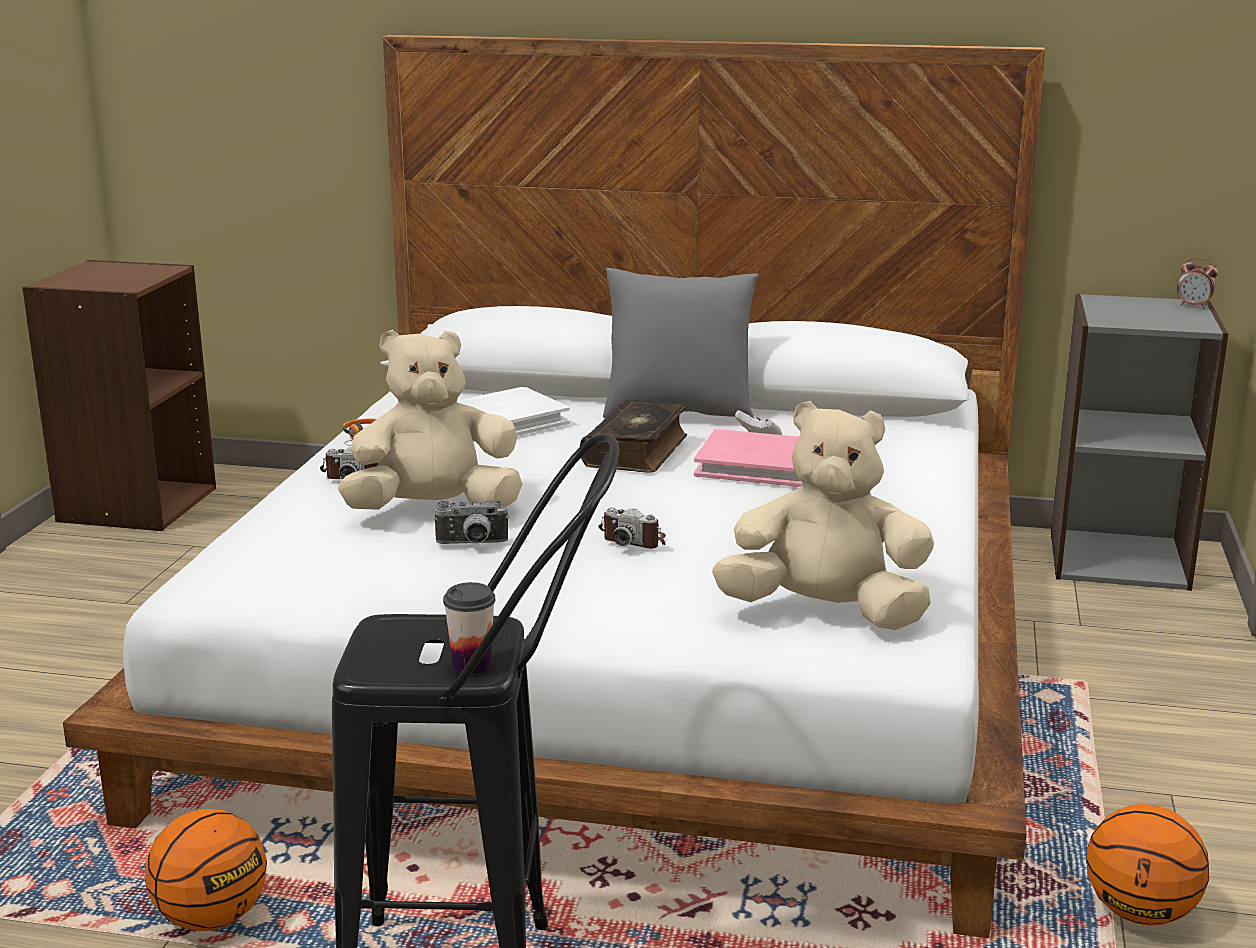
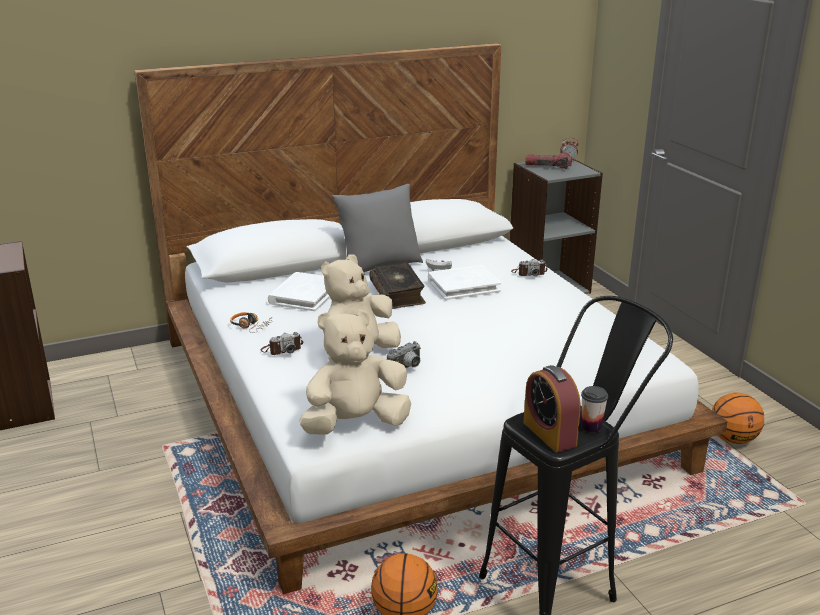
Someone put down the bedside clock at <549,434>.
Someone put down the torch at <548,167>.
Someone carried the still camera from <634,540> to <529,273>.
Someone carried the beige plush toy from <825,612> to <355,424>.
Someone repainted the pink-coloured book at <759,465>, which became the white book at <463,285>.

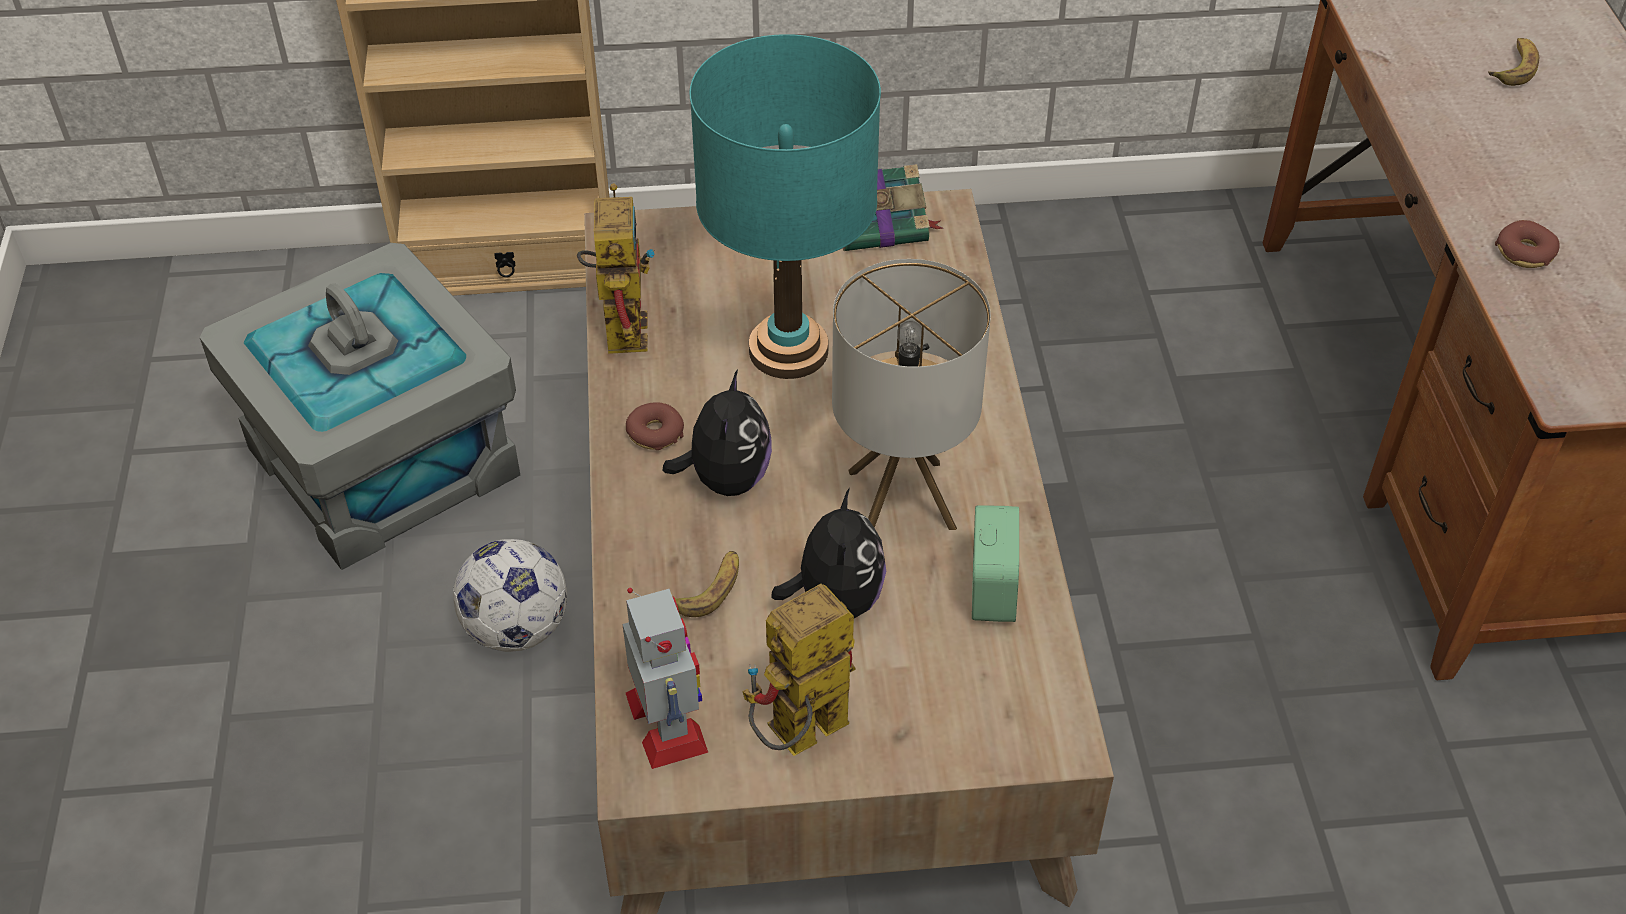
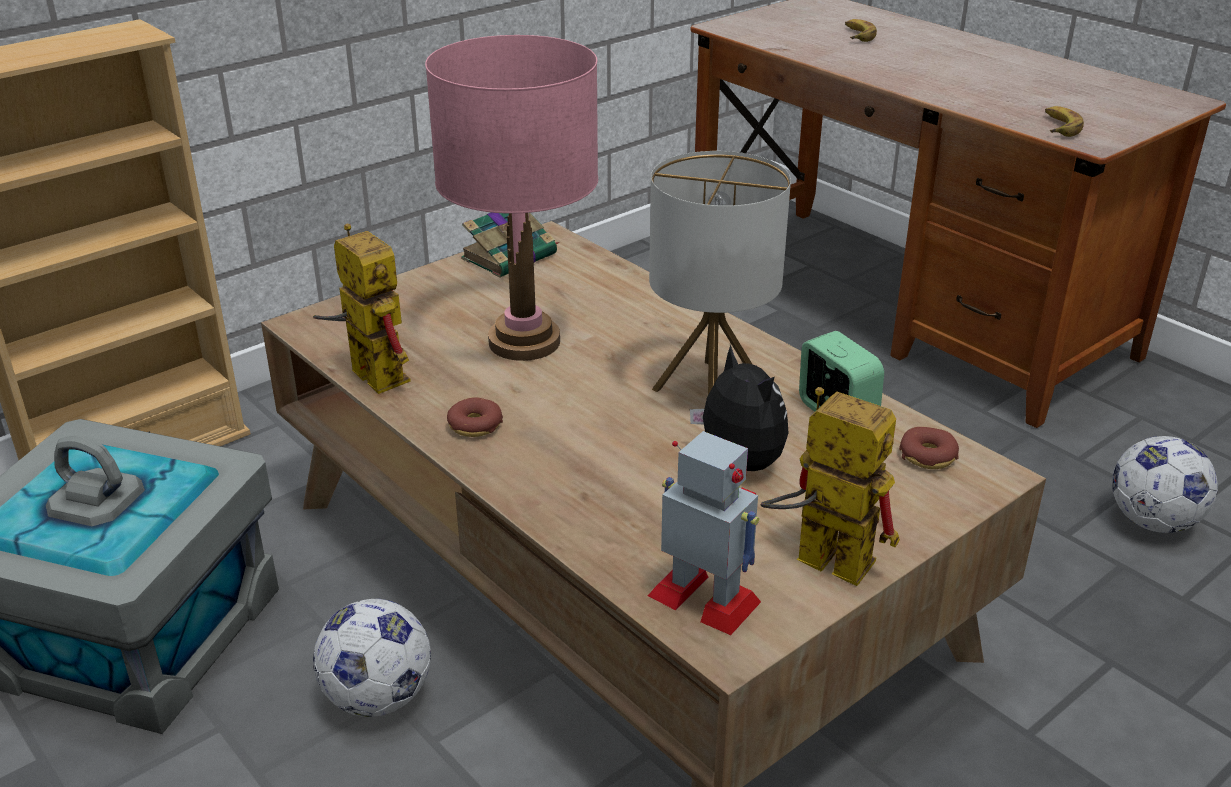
Someone took away the plush toy at <726,479>.
Someone put down the football at <1153,522>.
Someone carried the whole banana from <710,588> to <1058,127>.
Someone carried the doughnut from <1525,252> to <928,456>.
Someone repainted the blue-green lamp for a table at <788,350>, which became the pink-coloured lamp for a table at <524,342>.
Someone rotated the toy robot at <799,739> by 105 degrees clockwise.

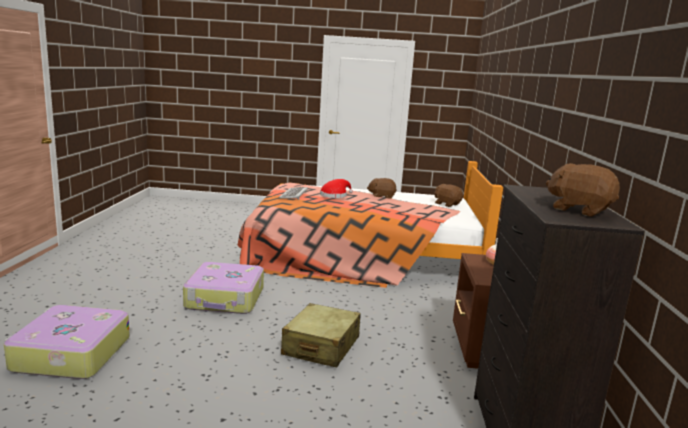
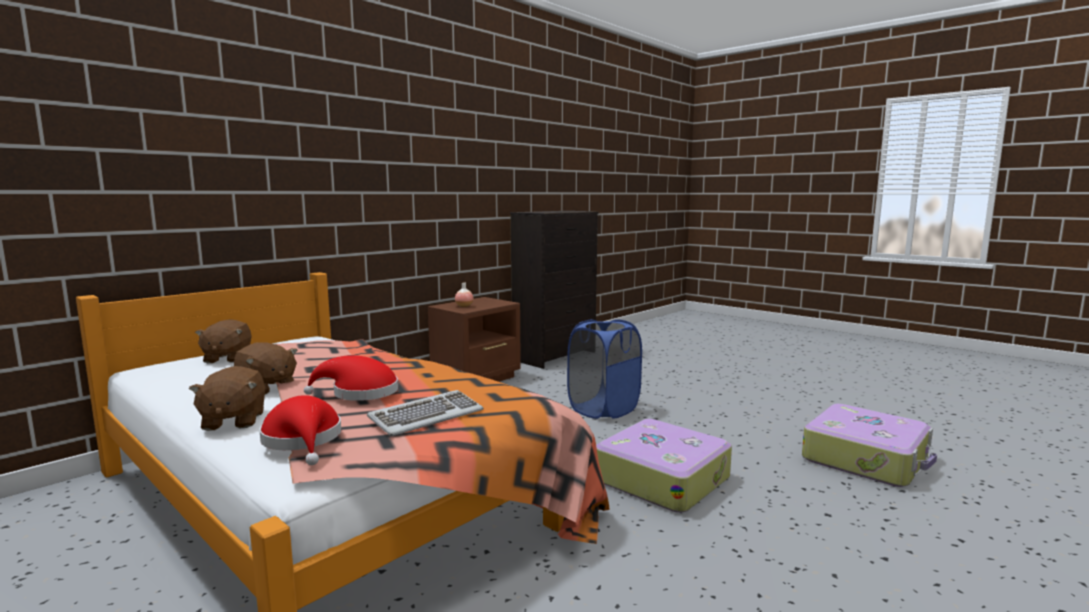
Someone put down the red clothing hat at <303,440>.
Someone carried the brown plush toy from <579,210> to <233,421>.
Someone swapped the beige travel case at <321,346> for the blue-coloured laundry basket at <603,409>.

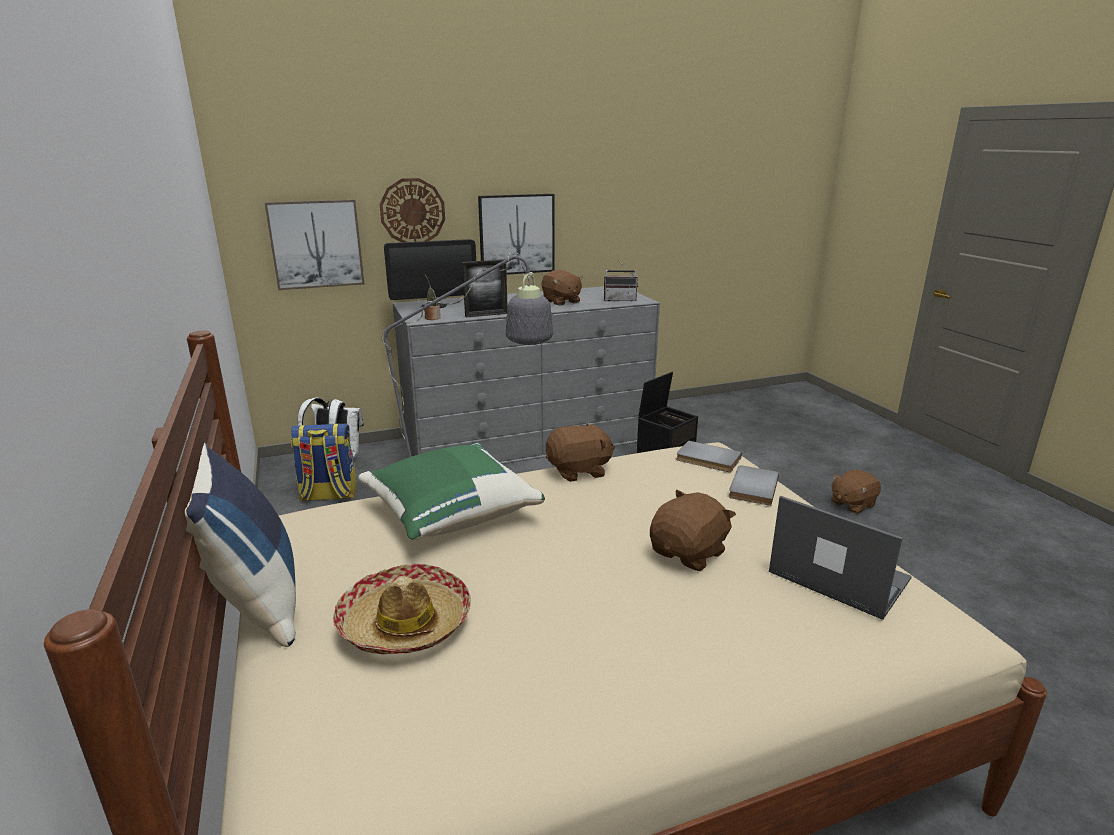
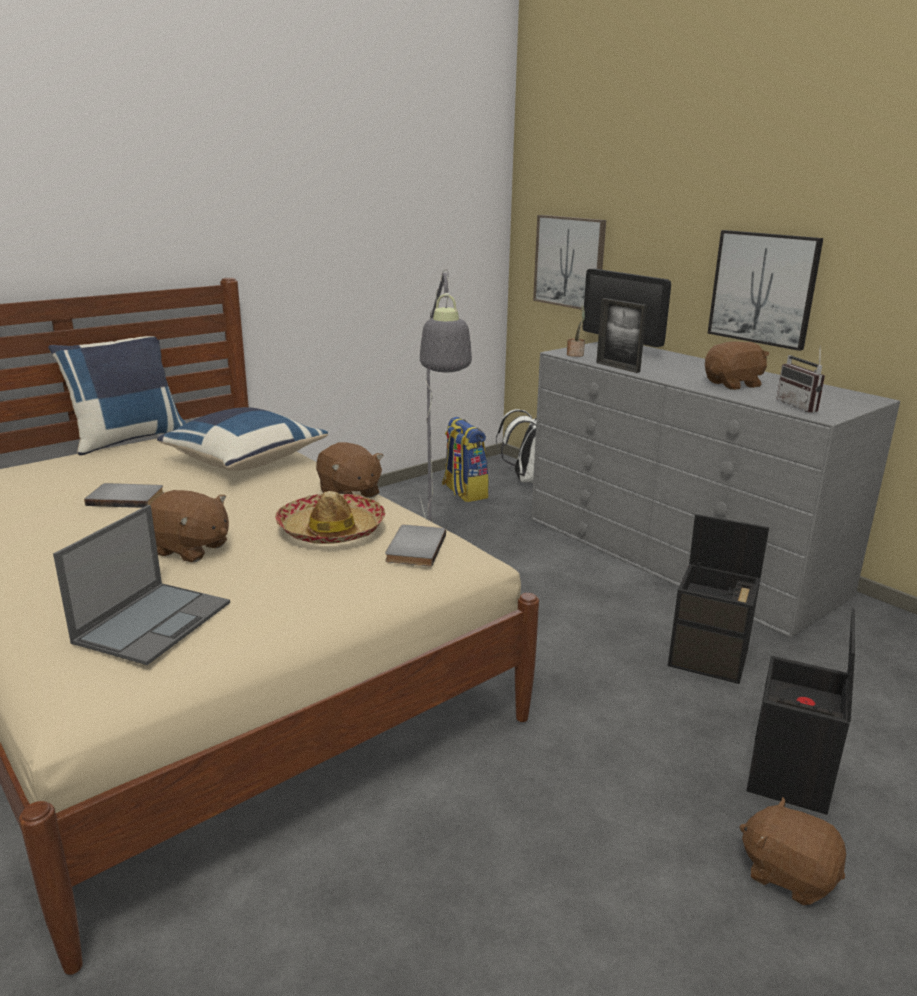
Someone took away the hanging clock at <412,212>.
Someone put down the black-coloured storage bin at <790,777>.
Someone carried the clothing hat from <405,623> to <331,530>.
Someone carried the grey book from <751,487> to <127,498>.
Someone repainted the green cushion at <449,514>, which became the blue-coloured cushion at <244,461>.
Someone rotated the brown plush toy at <561,301> by 150 degrees counterclockwise.

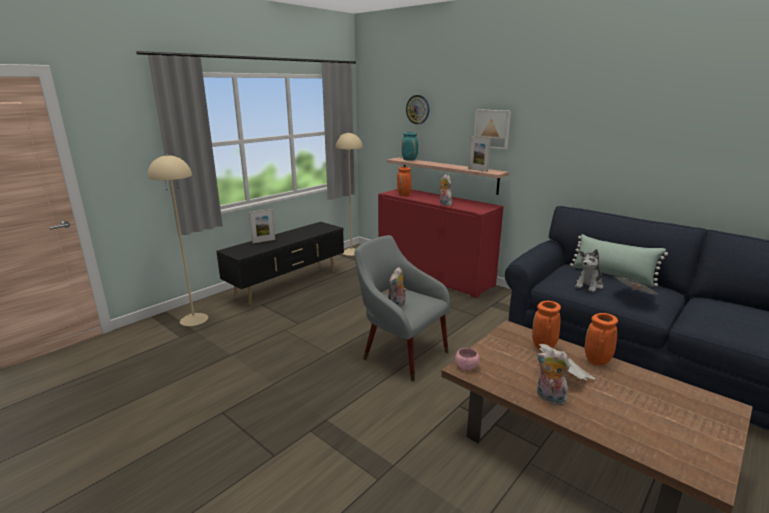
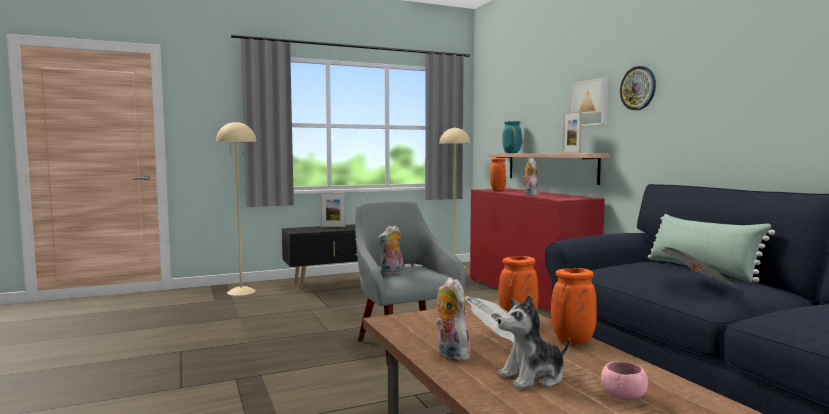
Someone carried the hanging clock from <418,109> to <638,88>.
Someone carried the pink-coloured bowl from <466,366> to <623,396>.
Someone carried the plush toy from <589,285> to <533,377>.

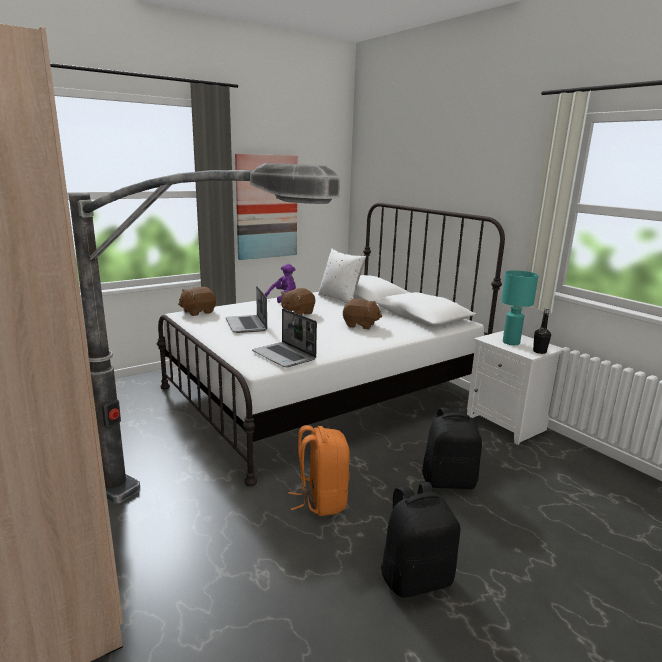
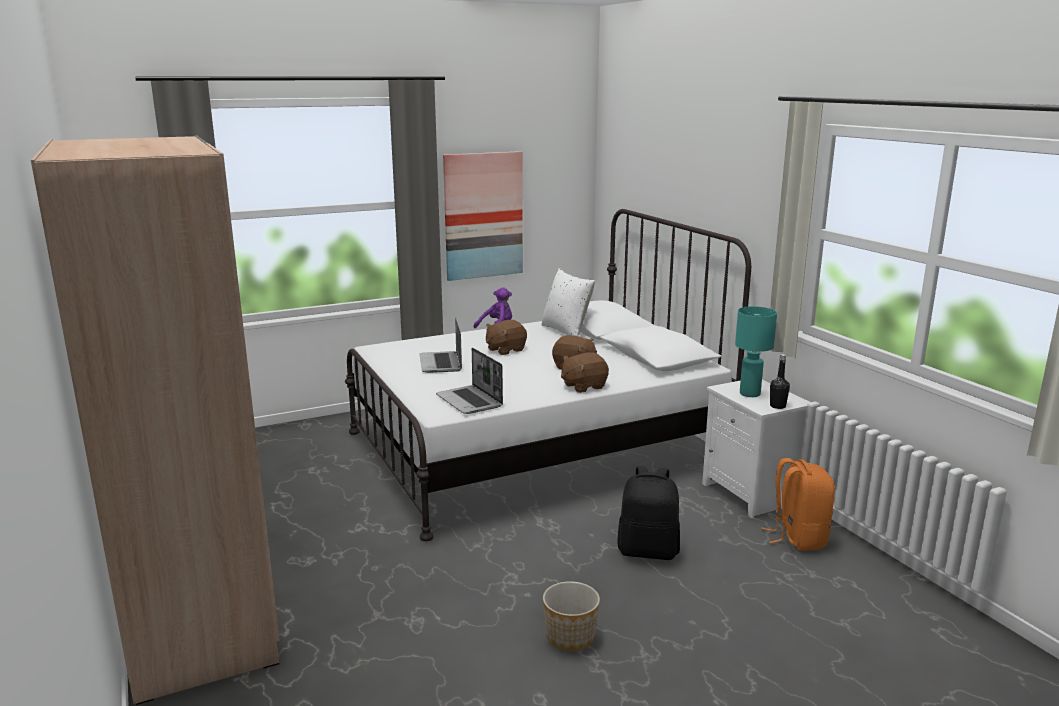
Someone took away the standing lamp at <195,533>.
Someone carried the brown plush toy from <198,312> to <583,386>.
Someone carried the orange rucksack from <321,500> to <797,537>.
Someone swapped the black-coloured rucksack at <416,577> for the planter at <570,636>.

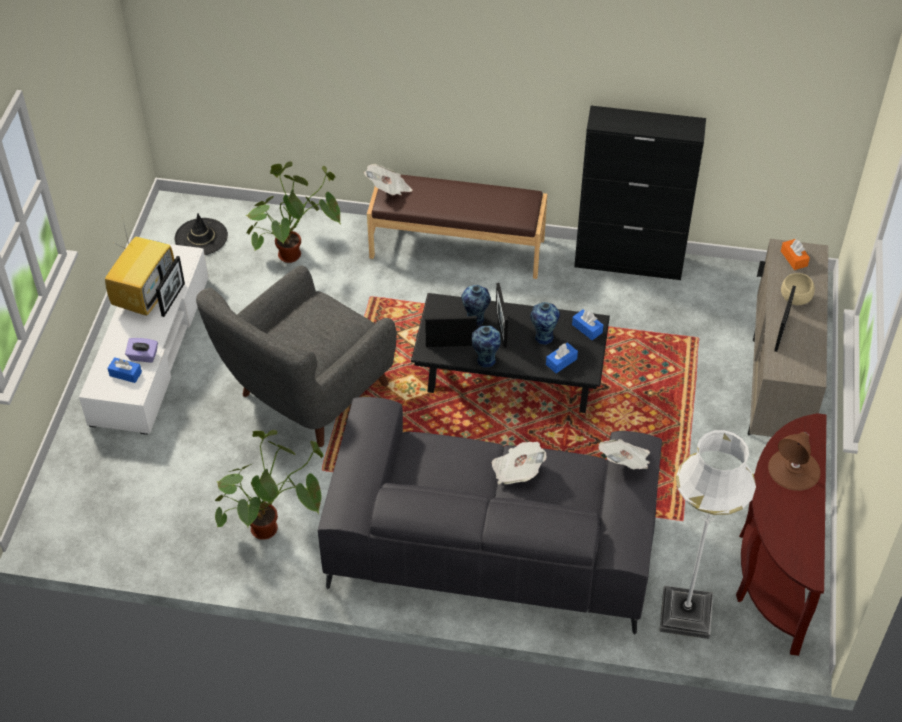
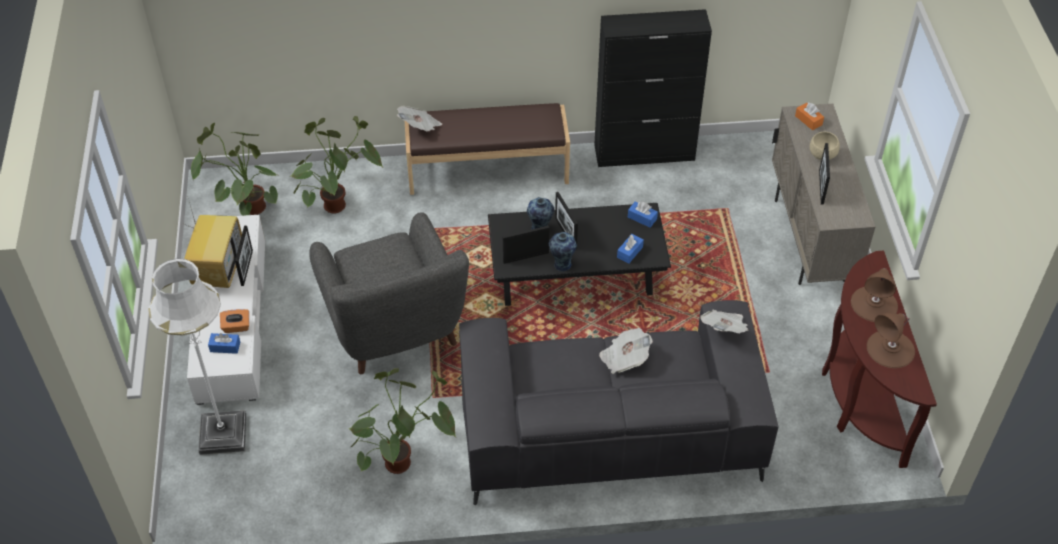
Someone took away the decorative vase at <543,337>.
Someone put down the brown lamp for a table at <890,349>.
Someone carried the white standing lamp from <685,613> to <223,434>.
Someone swapped the black-coloured clothing hat at <201,237> for the plant in a pot at <244,205>.
Someone repainted the purplish tissue holder at <143,356>, which became the orange tissue holder at <236,327>.
Someone rotated the grey armchair at <306,394> by 45 degrees counterclockwise.

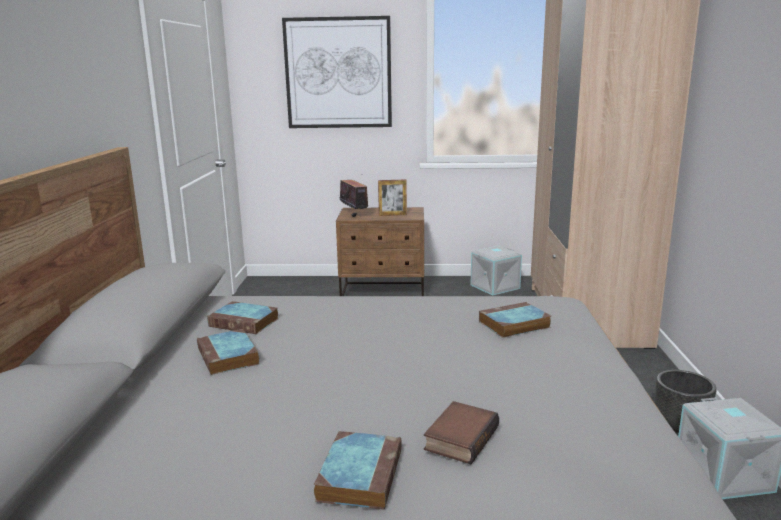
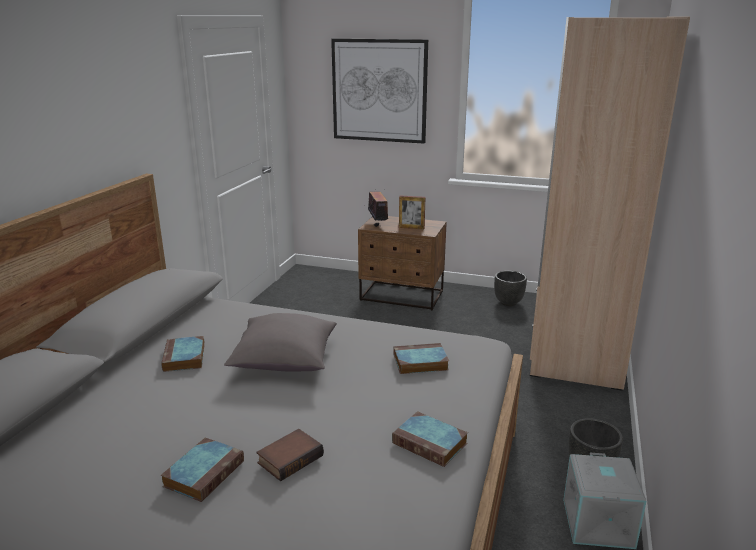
Someone put down the grey cushion at <284,361>.
Someone carried the book from <245,322> to <431,443>.
Someone swapped the grey storage bin at <495,287> for the black-coloured planter at <508,303>.

